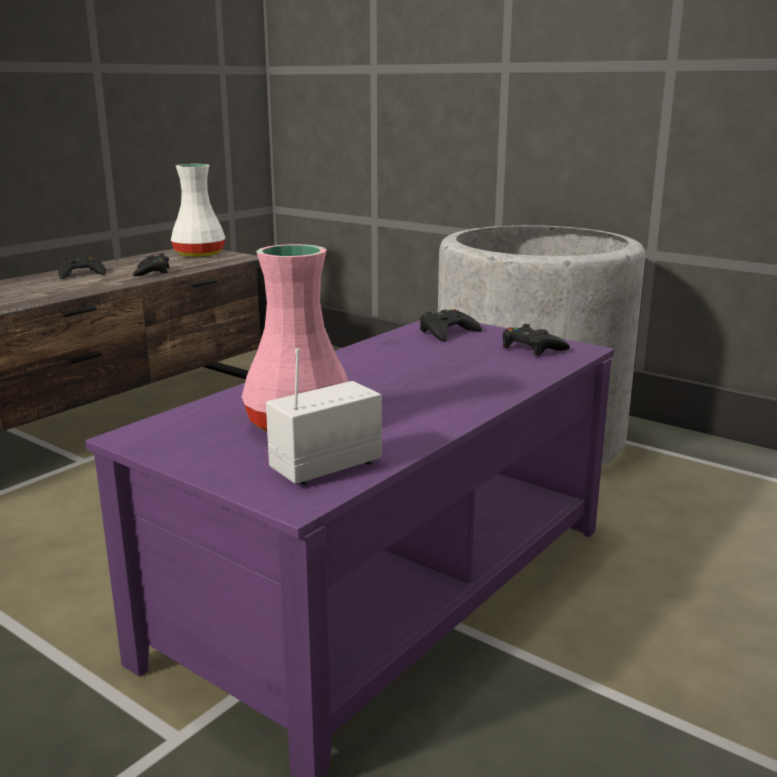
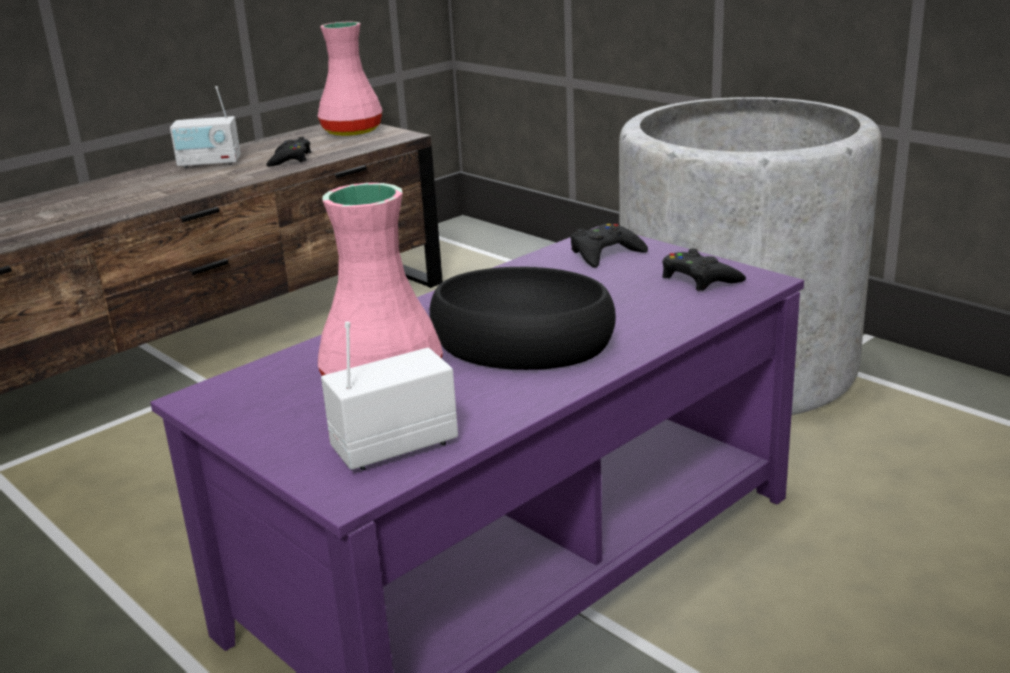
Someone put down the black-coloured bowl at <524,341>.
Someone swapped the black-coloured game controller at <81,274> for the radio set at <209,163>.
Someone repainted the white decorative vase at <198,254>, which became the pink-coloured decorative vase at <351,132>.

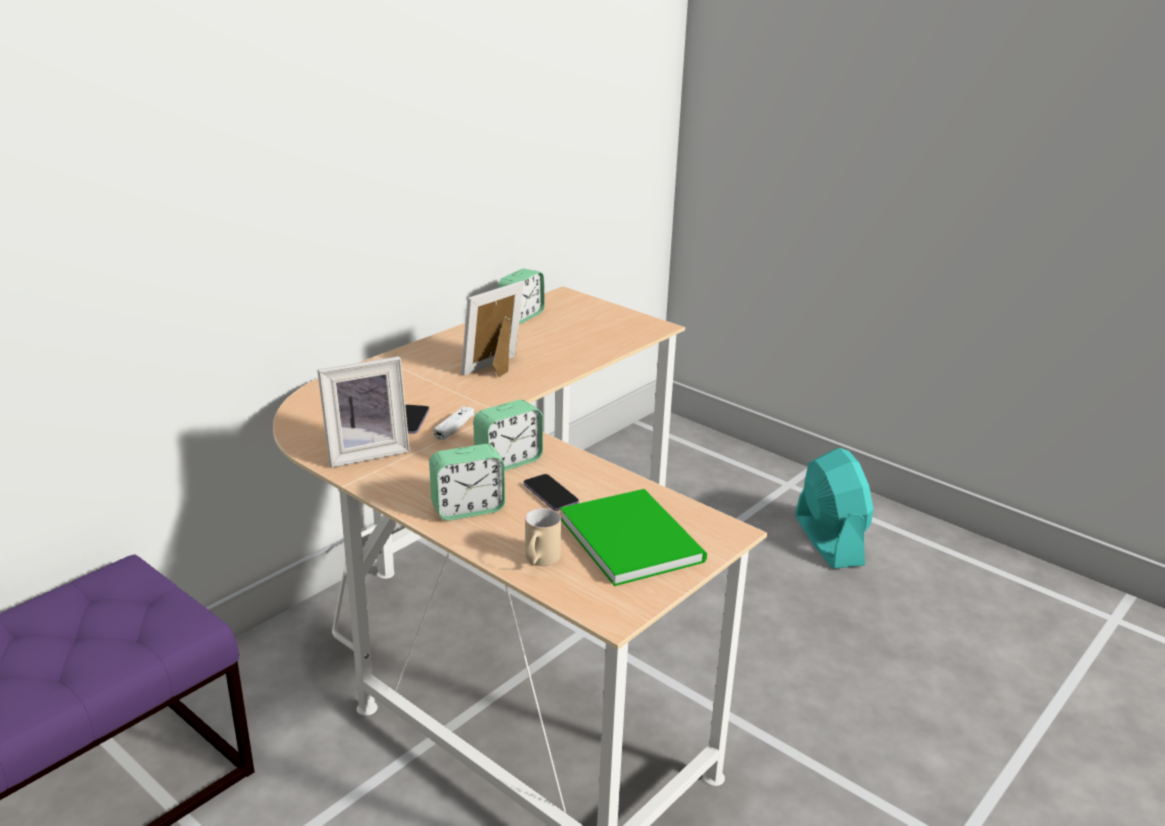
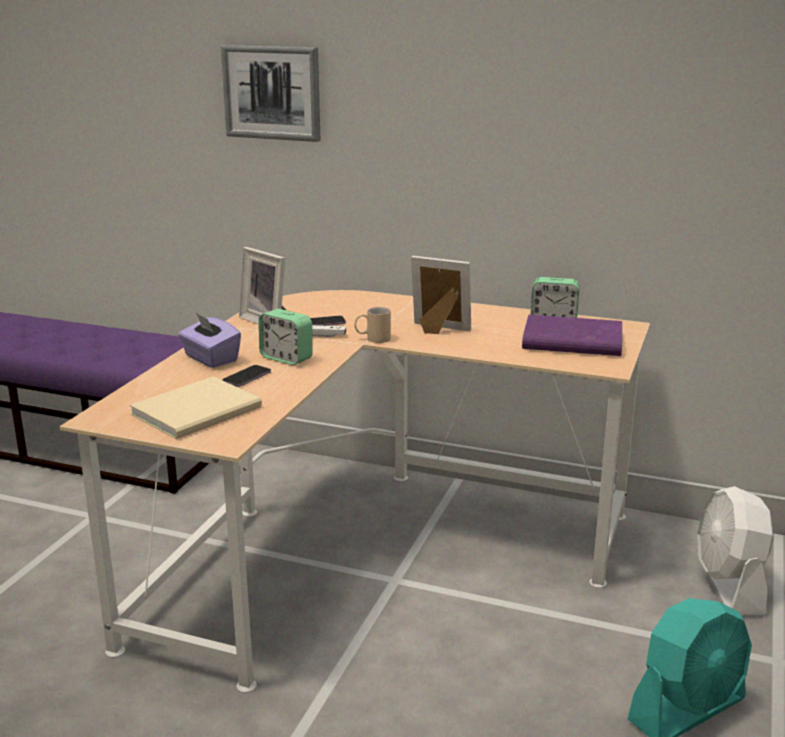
Someone put up the wall picture at <272,92>.
Someone put down the purplish book at <571,342>.
Someone put down the white electric fan at <729,585>.
Someone carried the beige mug from <539,561> to <372,339>.
Someone swapped the bedside clock at <468,509> for the purplish tissue holder at <210,359>.
Someone repainted the green book at <632,536>, which became the beige book at <201,410>.

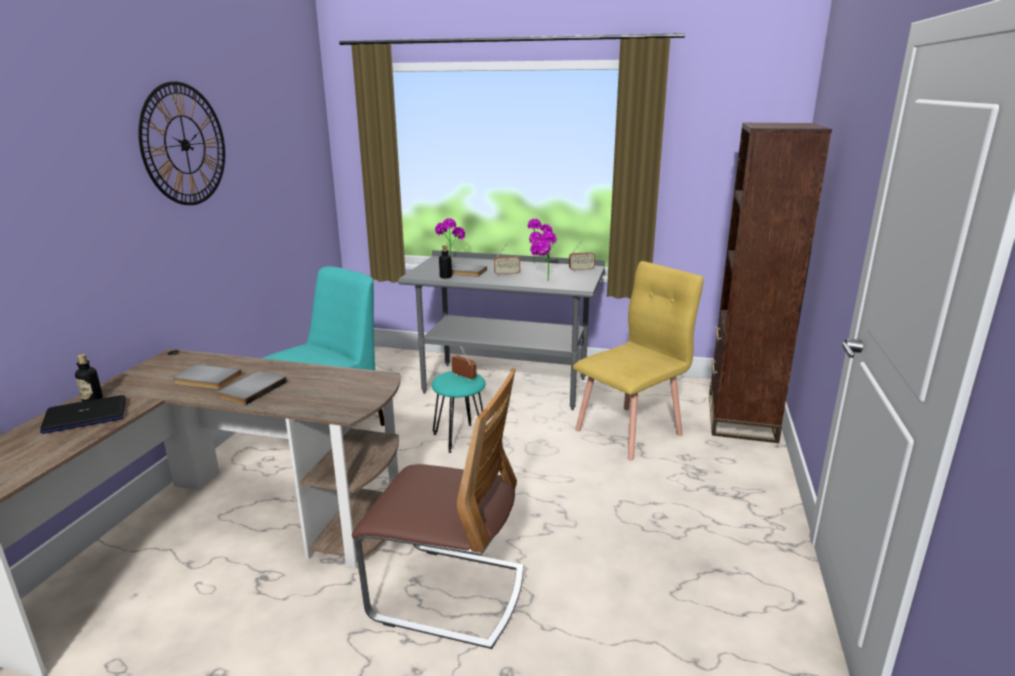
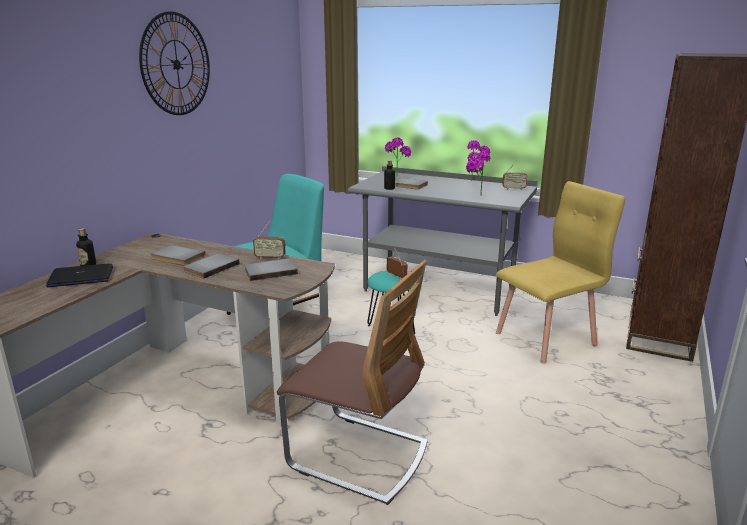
Someone put down the grey book at <270,271>.
Someone carried the radio set from <507,274> to <270,257>.

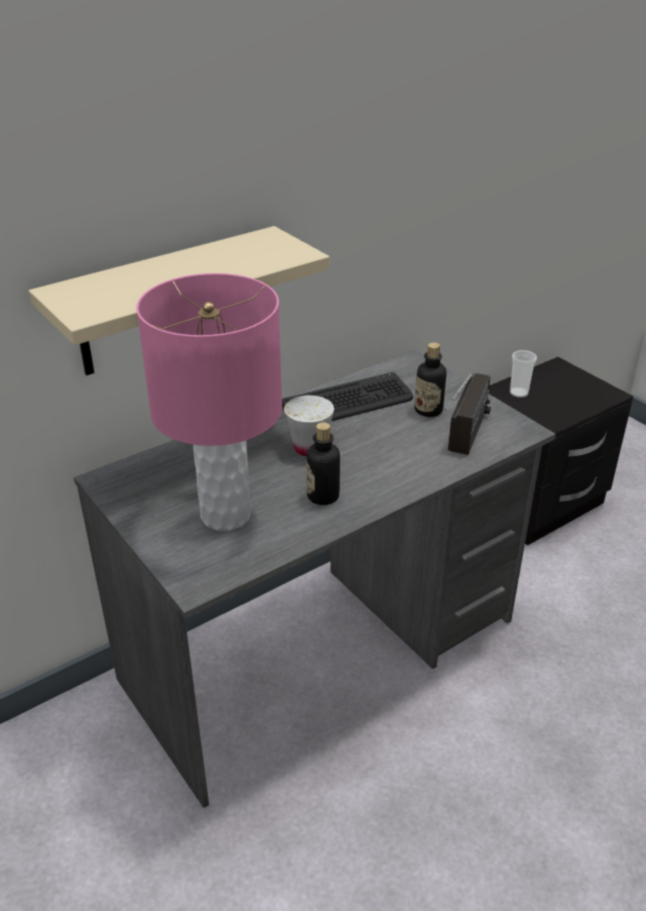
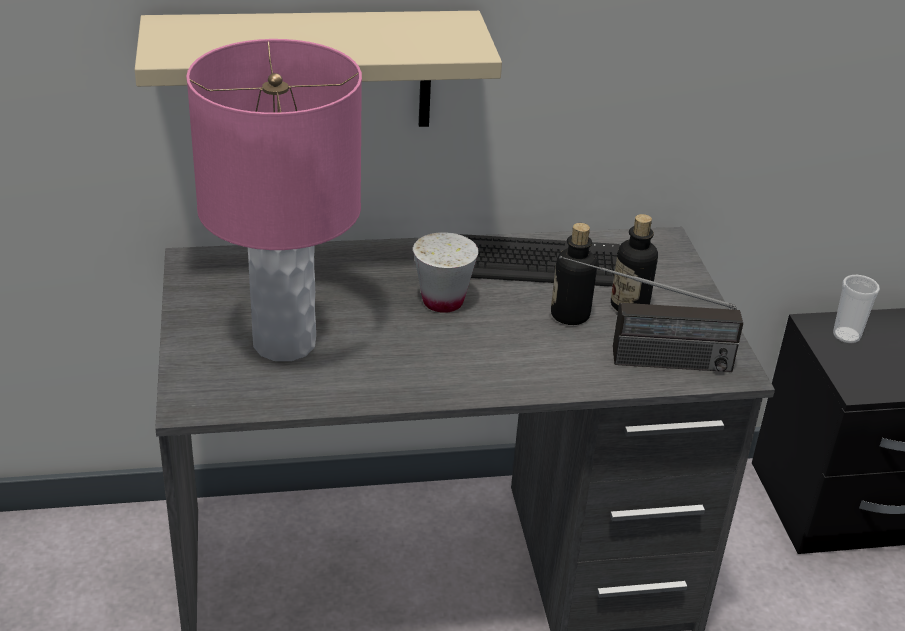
Someone carried the drink bottle from <323,496> to <570,315>.
Someone rotated the radio set at <465,443> by 45 degrees clockwise.

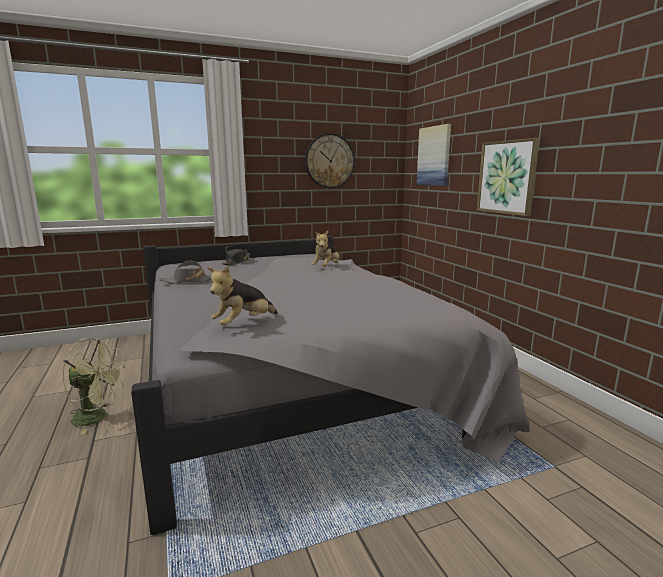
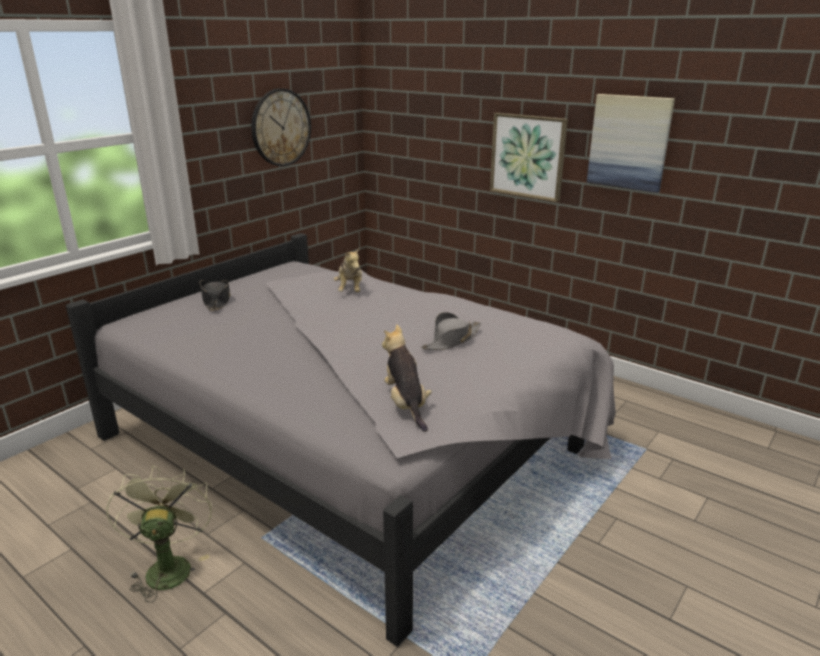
Someone carried the grey clothing hat from <189,281> to <451,340>.
Someone carried the wall picture from <434,156> to <629,142>.
Someone rotated the green electric fan at <97,417> by 75 degrees counterclockwise.
Someone rotated the plush toy at <244,324> by 150 degrees clockwise.

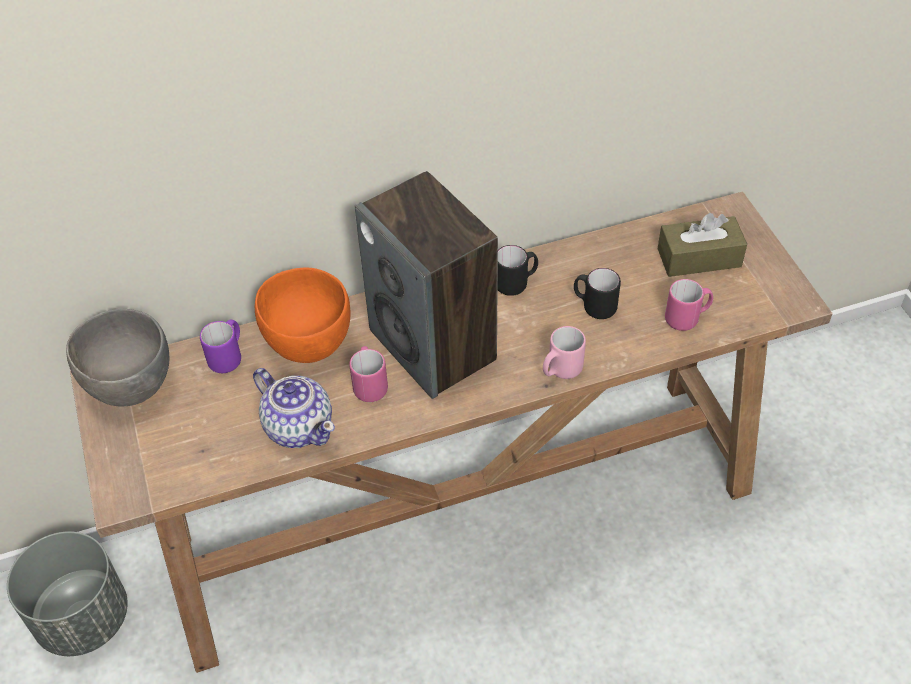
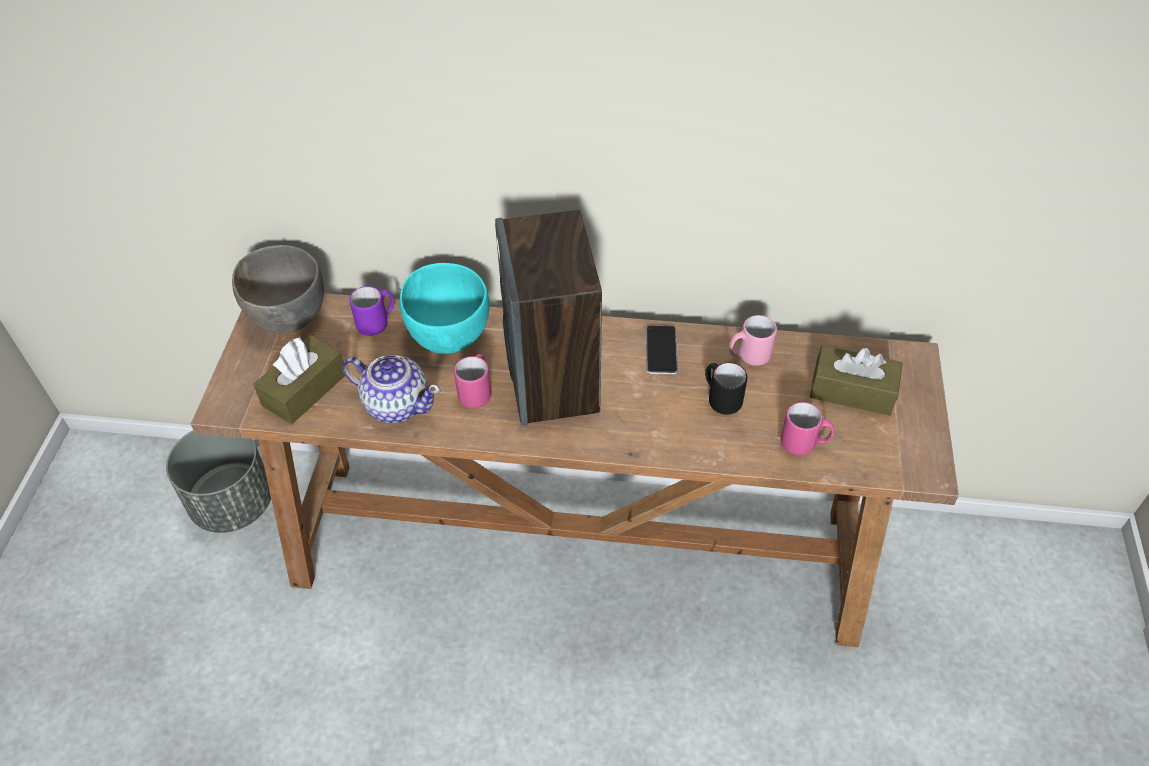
Someone put down the brown tissue holder at <304,390>.
Someone carried the pink-coloured mug from <560,370> to <748,356>.
Someone swapped the black-coloured mug at <516,283> for the handset at <661,351>.
Someone repainted the orange bowl at <308,342>, which became the blue-green bowl at <449,335>.
Someone rotated the tea pot at <299,426> by 45 degrees counterclockwise.

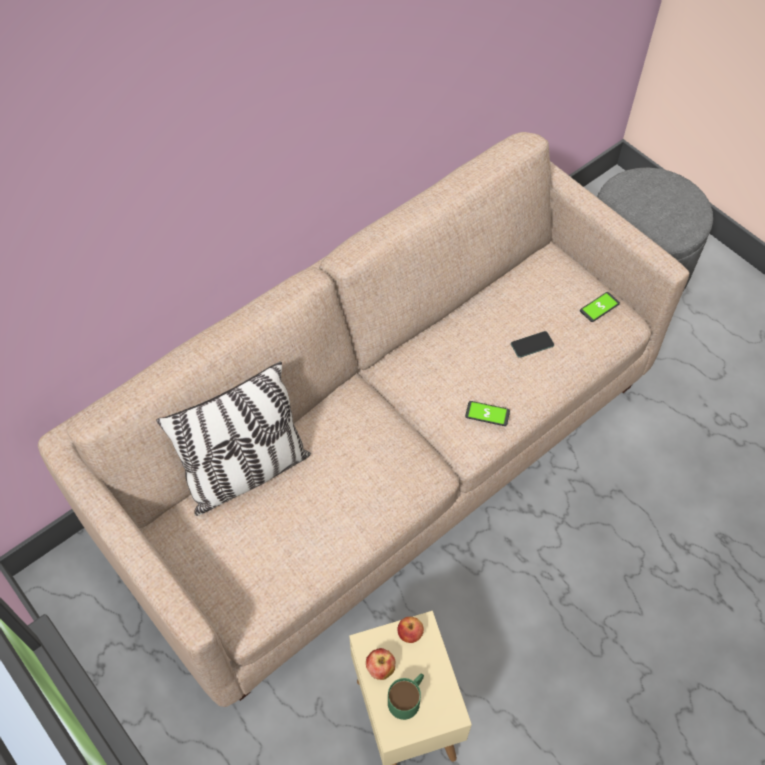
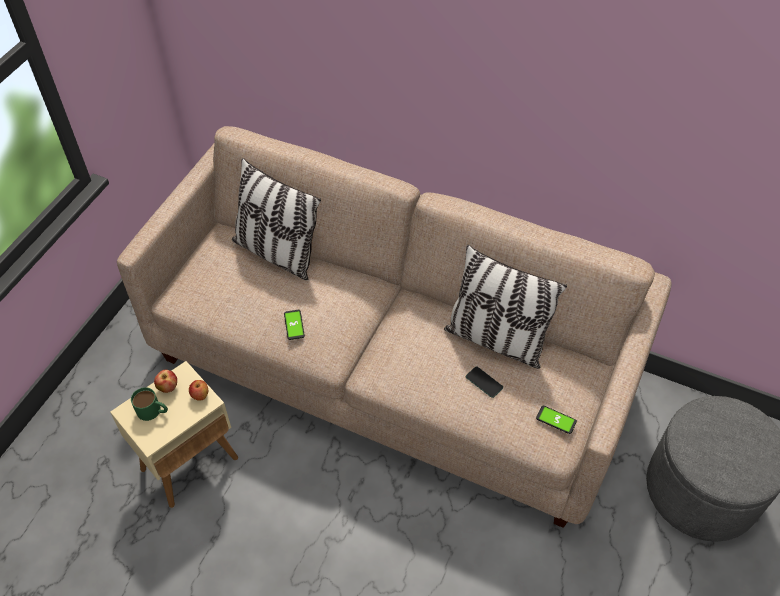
Someone put down the cushion at <496,340>.
Someone carried the handset from <487,414> to <294,325>.

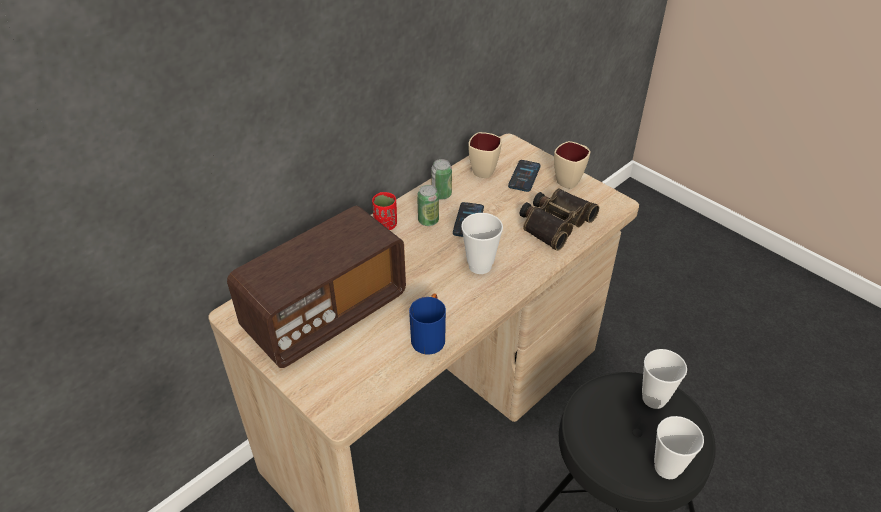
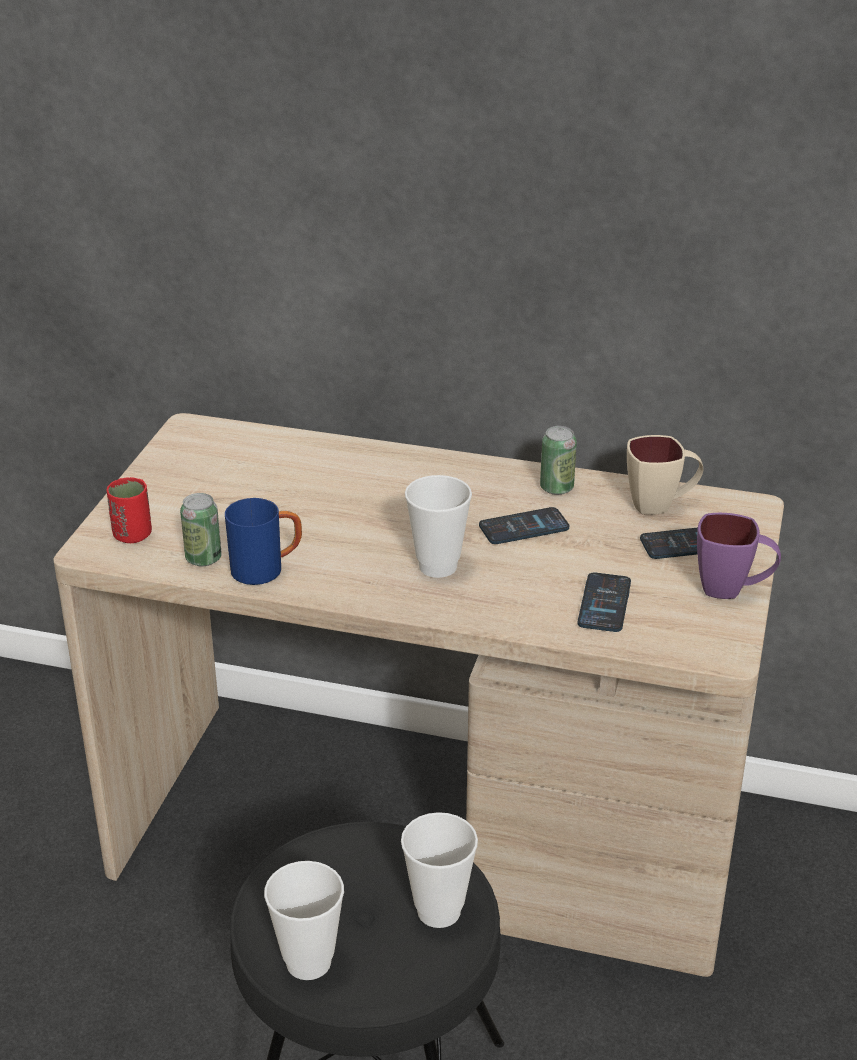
Someone took away the radio set at <325,314>.
Someone carried the red small cup from <385,225> to <132,535>.
Someone carried the sealed can from <428,221> to <203,558>.
Someone swapped the binoculars at <554,222> for the handset at <604,603>.
Someone repainted the beige mug at <571,179>, which became the purplish mug at <733,590>.

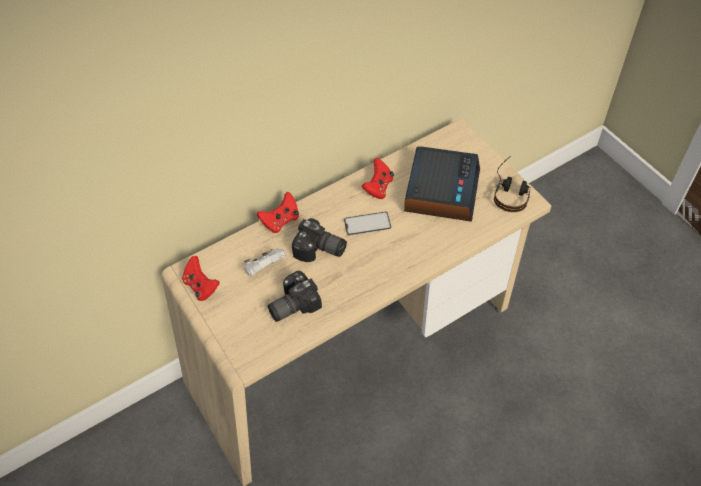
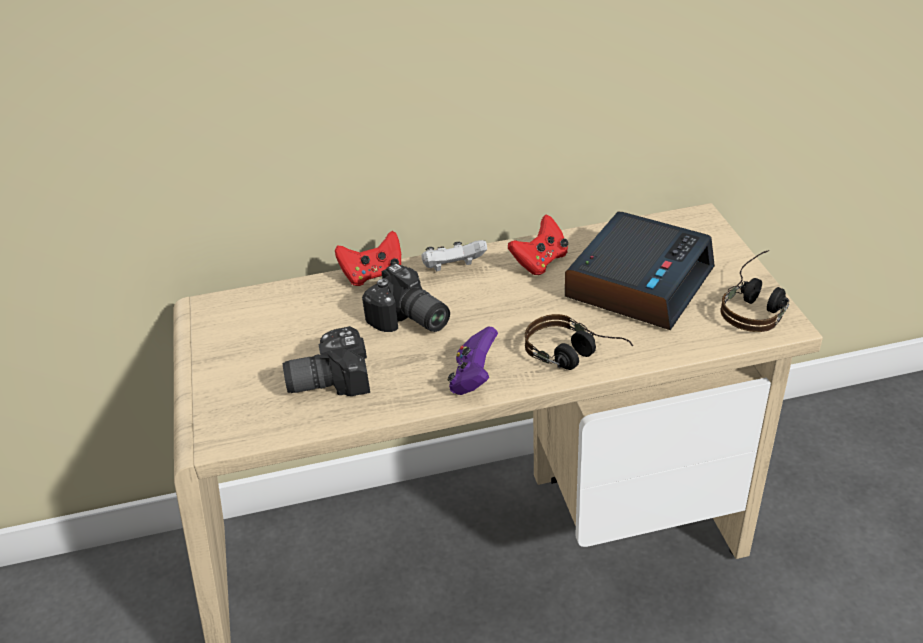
Someone took away the red game controller at <201,286>.
Someone took away the handset at <367,224>.
Someone put down the purplish game controller at <473,378>.
Someone put down the headphones at <576,357>.
Someone carried the white game controller from <264,268> to <453,269>.

